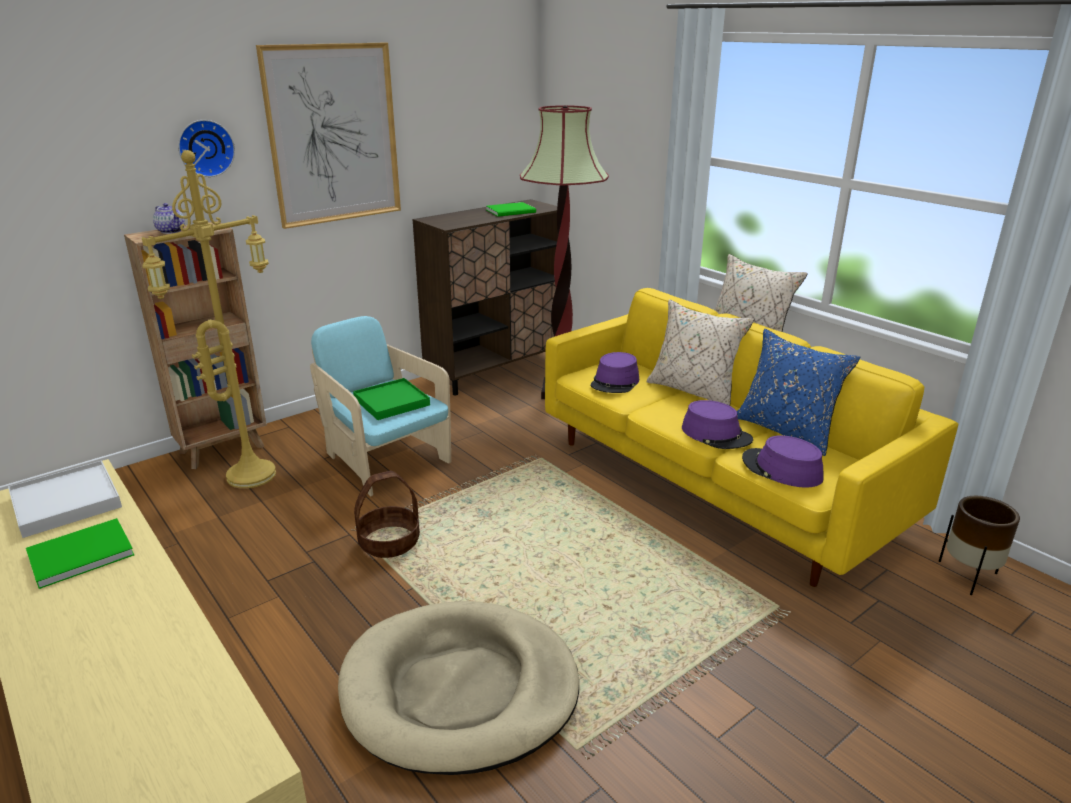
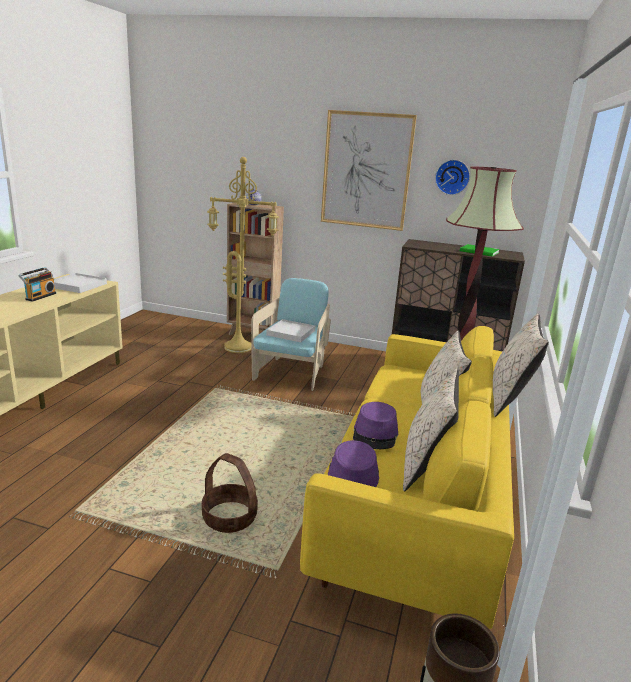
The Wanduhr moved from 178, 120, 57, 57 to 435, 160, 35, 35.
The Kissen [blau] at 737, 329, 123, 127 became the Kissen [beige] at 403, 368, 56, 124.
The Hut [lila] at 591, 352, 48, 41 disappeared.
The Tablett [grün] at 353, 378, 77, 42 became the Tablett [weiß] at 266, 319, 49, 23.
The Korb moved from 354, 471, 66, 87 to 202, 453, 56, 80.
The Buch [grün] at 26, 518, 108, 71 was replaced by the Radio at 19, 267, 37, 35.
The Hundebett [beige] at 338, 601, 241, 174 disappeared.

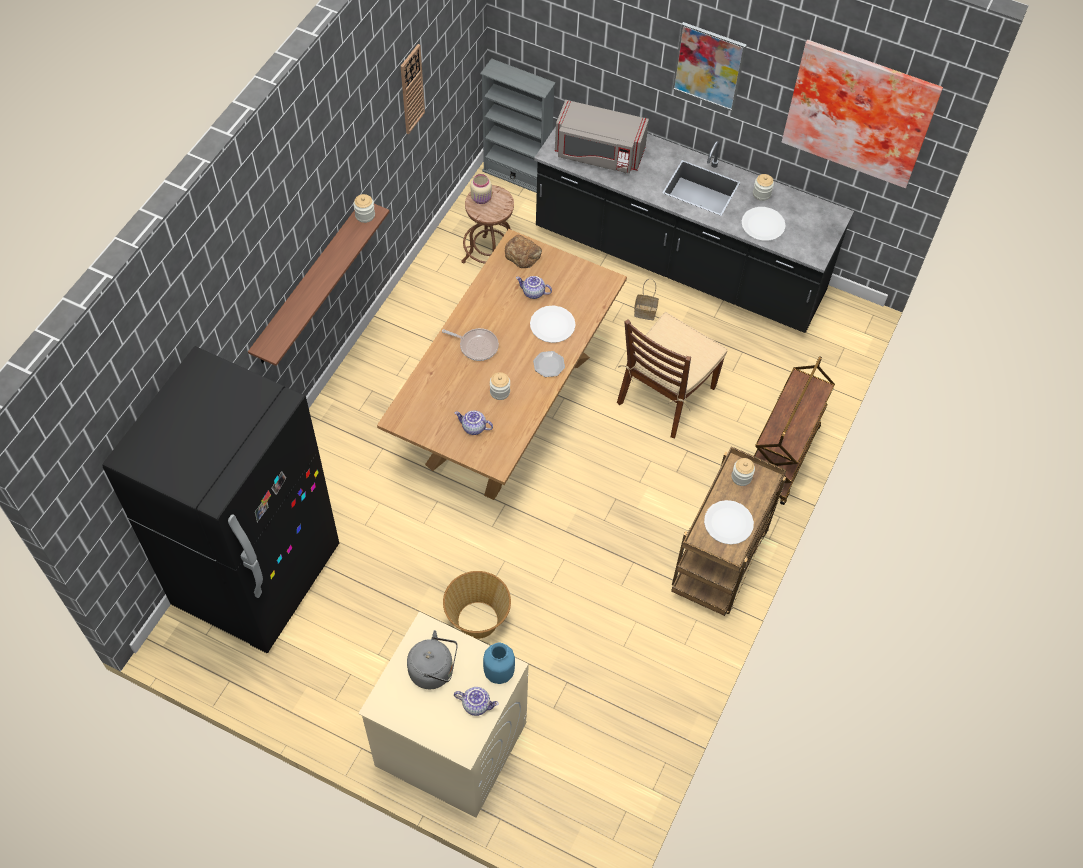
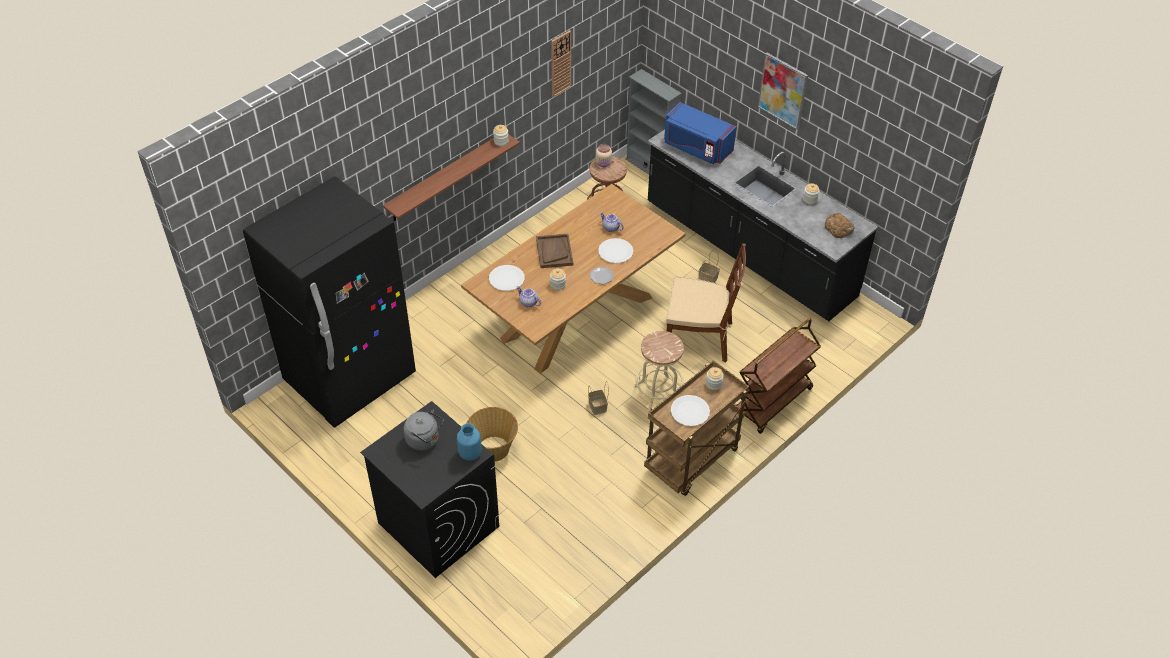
The Bild at 782, 40, 161, 148 disappeared.
The Mikrowelle [grau] at 555, 100, 94, 74 became the Mikrowelle [blau] at 664, 102, 73, 62.
The Teller [weiß] moved from 741, 207, 44, 34 to 489, 265, 36, 26.
The Brot moved from 505, 235, 37, 33 to 825, 213, 30, 25.
The Stuhl [braun] at 617, 312, 111, 126 turned 135 degrees counterclockwise.
The Pfanne at 442, 328, 57, 33 was replaced by the Tablett [braun] at 536, 234, 37, 34.
The Waschmaschine [beige] at 358, 612, 171, 206 became the Waschmaschine [schwarz] at 360, 401, 139, 177.
The Teekanne at 454, 687, 45, 29 disappeared.
The Hocker [beige] at 634, 331, 50, 81 appeared.
The Korb at 588, 381, 21, 34 appeared.

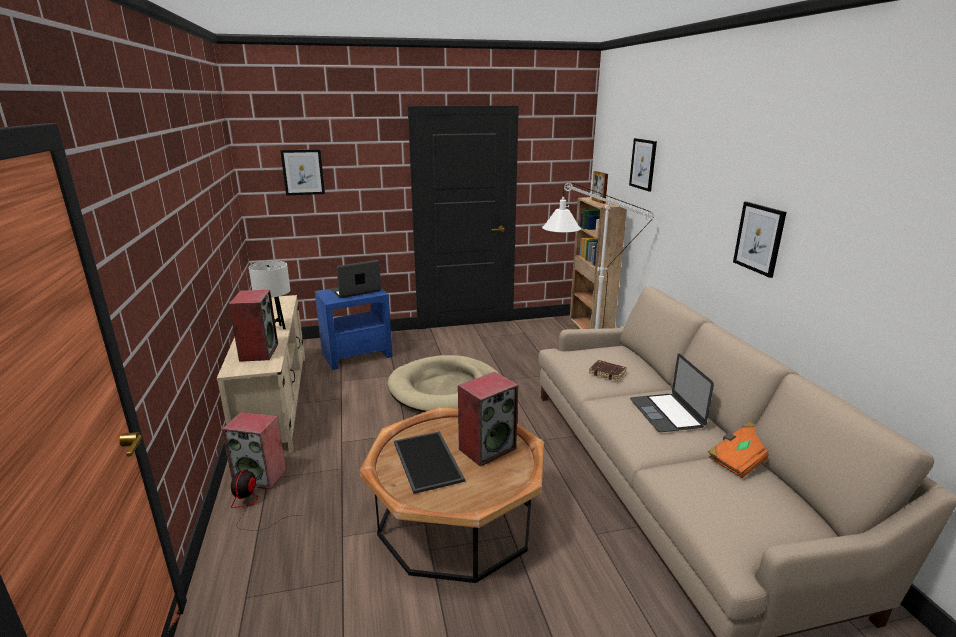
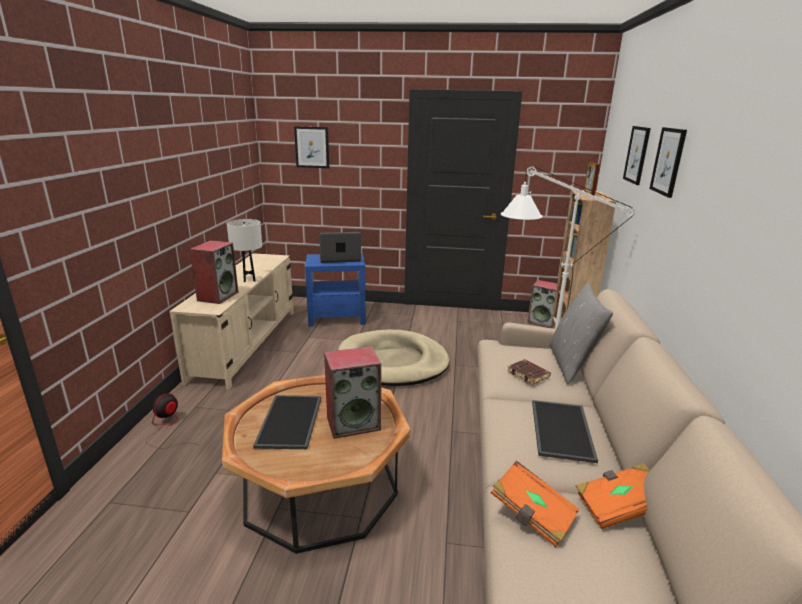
The Bild moved from 733, 202, 54, 76 to 649, 127, 38, 71.
The Laptop at 630, 353, 84, 79 was replaced by the Tablett at 532, 400, 66, 63.
The Lautsprecher moved from 222, 412, 64, 77 to 527, 280, 30, 48.
The Kissen [grau] at 550, 282, 63, 102 appeared.
The Buch [orange] at 491, 461, 89, 86 appeared.

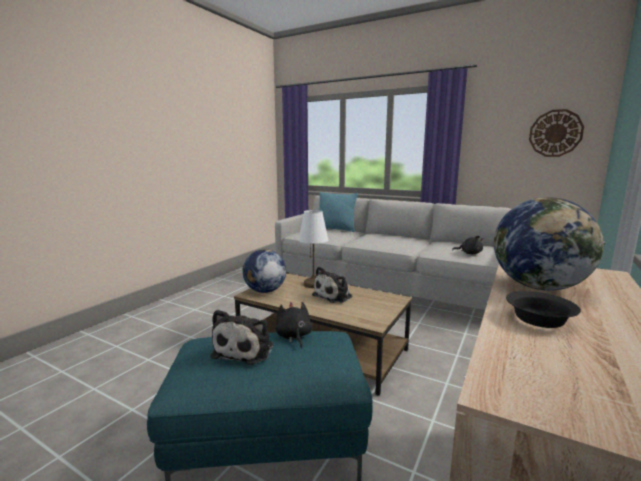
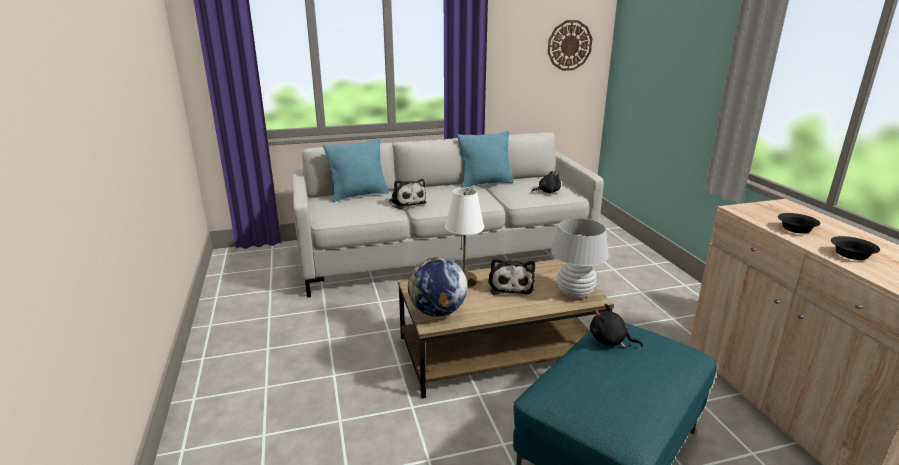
The Globus at 494, 197, 111, 94 was replaced by the Schüssel [schwarz] at 778, 213, 42, 20.
The Plüschtier moved from 210, 310, 63, 55 to 389, 179, 38, 30.
The Kissen [türkis] at 457, 131, 57, 57 appeared.
The Tischlampe [weiß] at 551, 218, 58, 81 appeared.

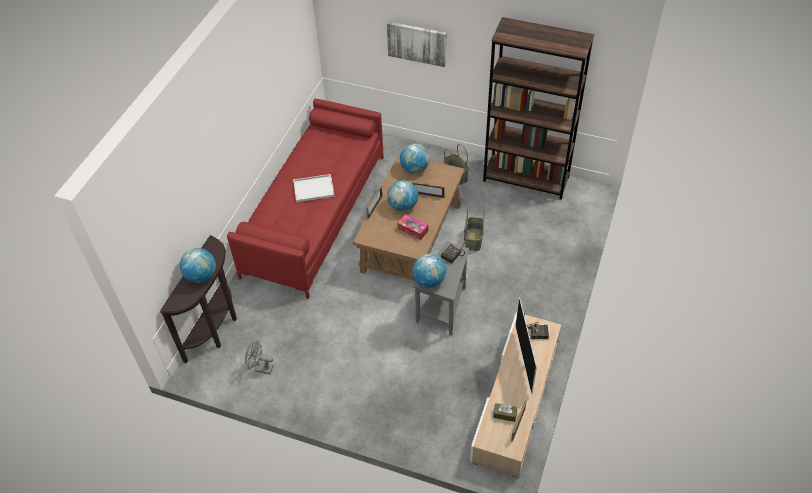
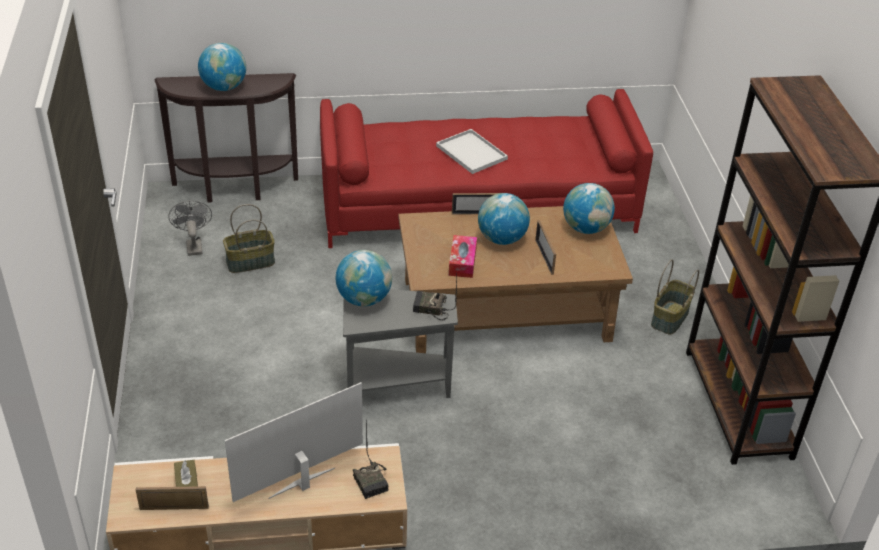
The Bild at 387, 22, 60, 45 disappeared.
The Korb moved from 465, 209, 20, 42 to 223, 204, 52, 69.

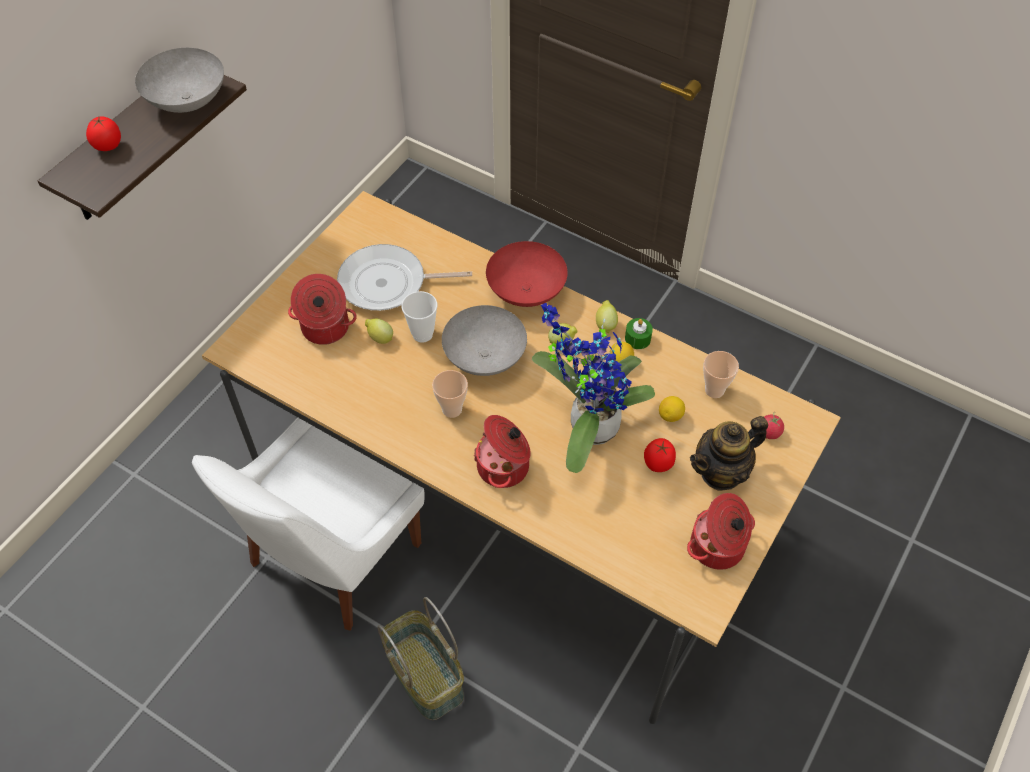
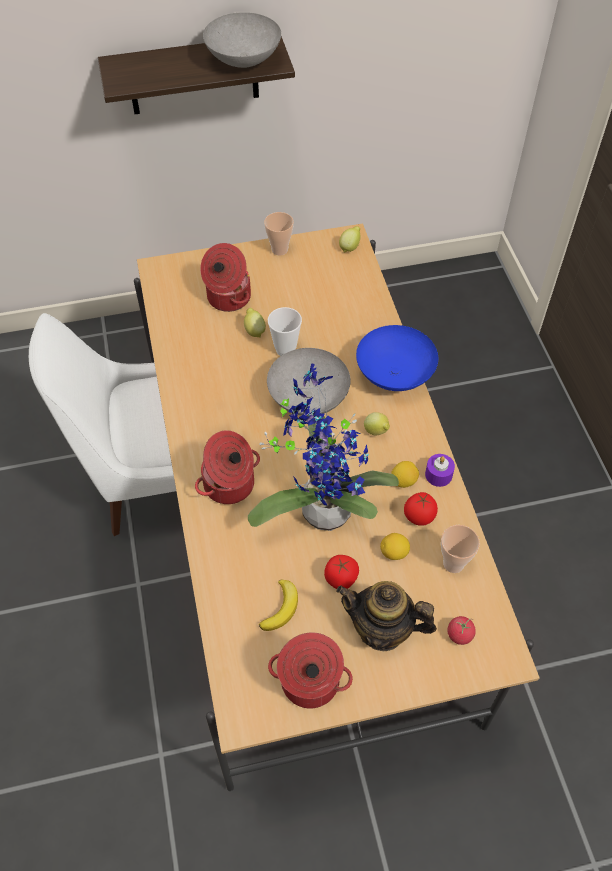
The Tomate moved from 86, 116, 35, 35 to 404, 492, 34, 34.
The Schüssel [rot] at 486, 241, 82, 66 became the Schüssel [blau] at 356, 325, 82, 66.
The Pfanne at 337, 244, 135, 67 disappeared.
The Zitrone moved from 596, 300, 22, 33 to 339, 226, 22, 27.
The Kerze [grün] at 625, 318, 28, 31 became the Kerze [lila] at 425, 454, 30, 33.
The Tasse moved from 432, 370, 36, 48 to 264, 212, 30, 44.
The Korb at 377, 597, 87, 123 disappeared.
The Banane at 259, 579, 39, 52 appeared.

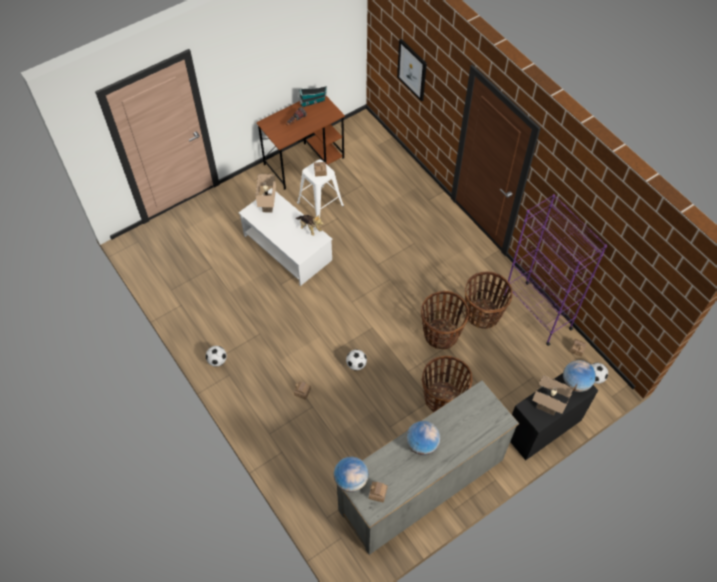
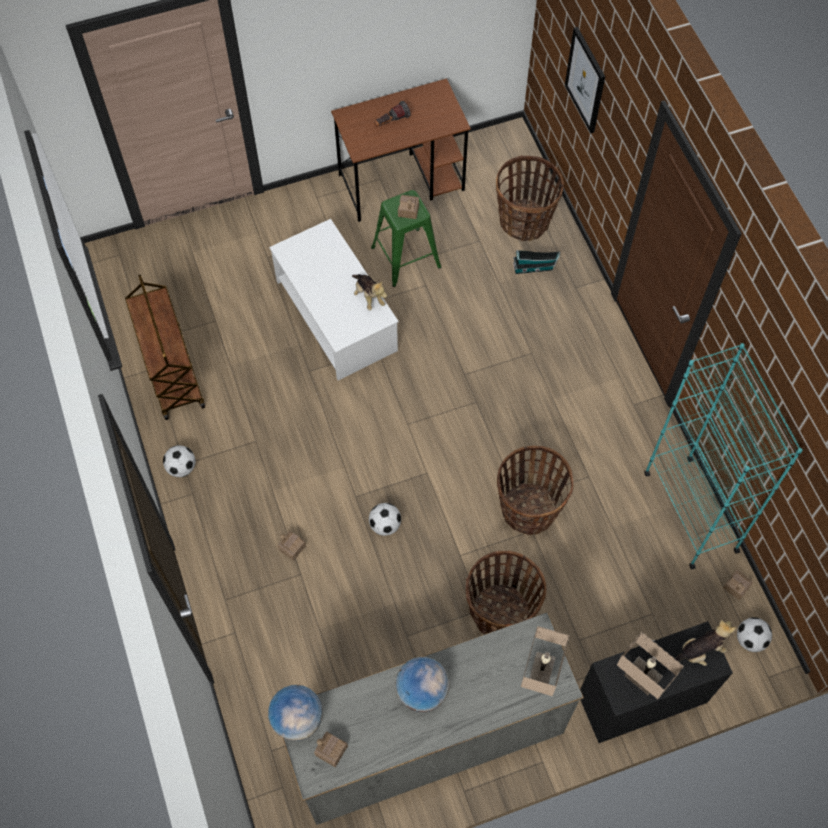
The Spielzeughaus moved from 299, 86, 28, 22 to 513, 250, 47, 24.
The Hocker [weiß] at 297, 159, 47, 59 became the Hocker [grün] at 371, 190, 70, 97.
The Tischlampe [beige] moved from 255, 174, 21, 39 to 521, 626, 49, 70.
The Bücherregal [lila] at 503, 194, 104, 152 became the Bücherregal [türkis] at 644, 343, 159, 226.
The Korb moved from 465, 272, 48, 57 to 496, 155, 68, 86.
The Globus at 563, 360, 33, 32 was replaced by the Plüschtier at 675, 620, 61, 46.
The Rollwagen [braun] at 125, 274, 80, 146 appeared.

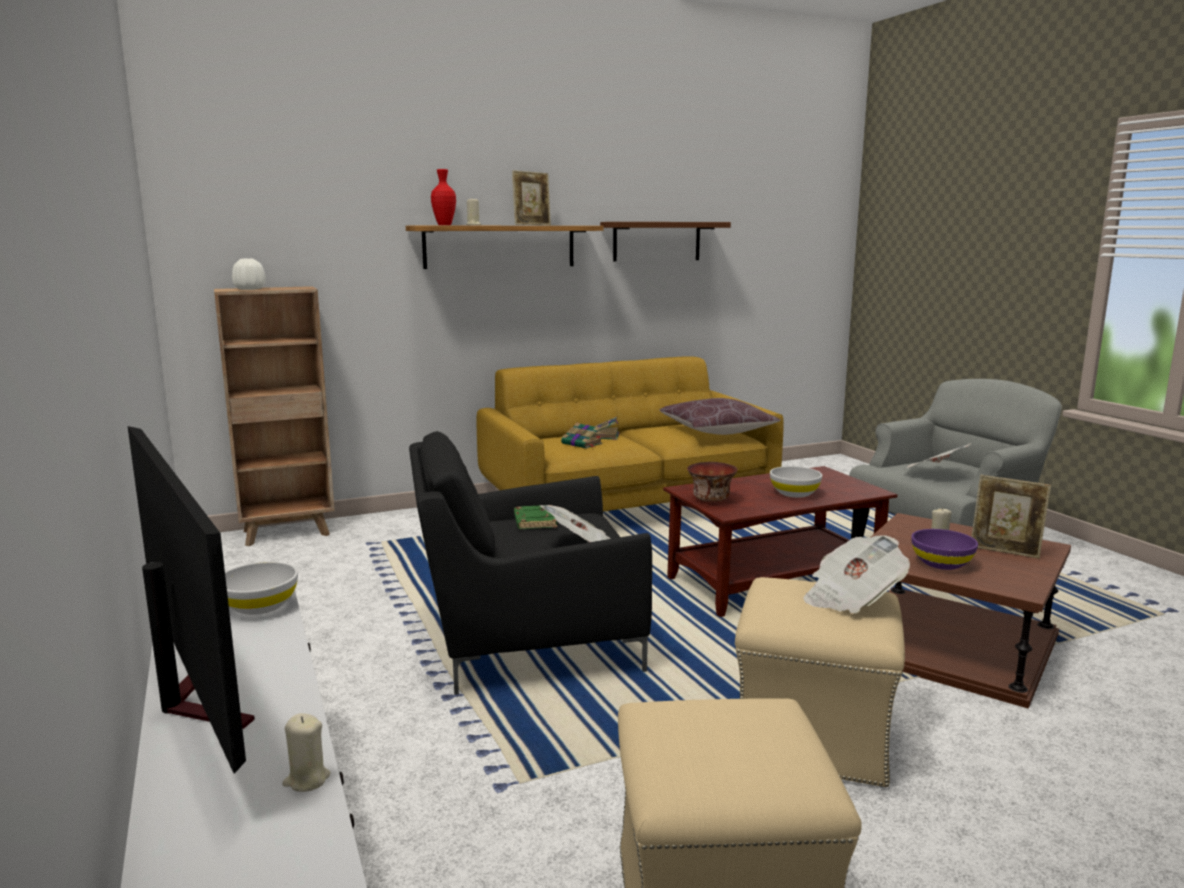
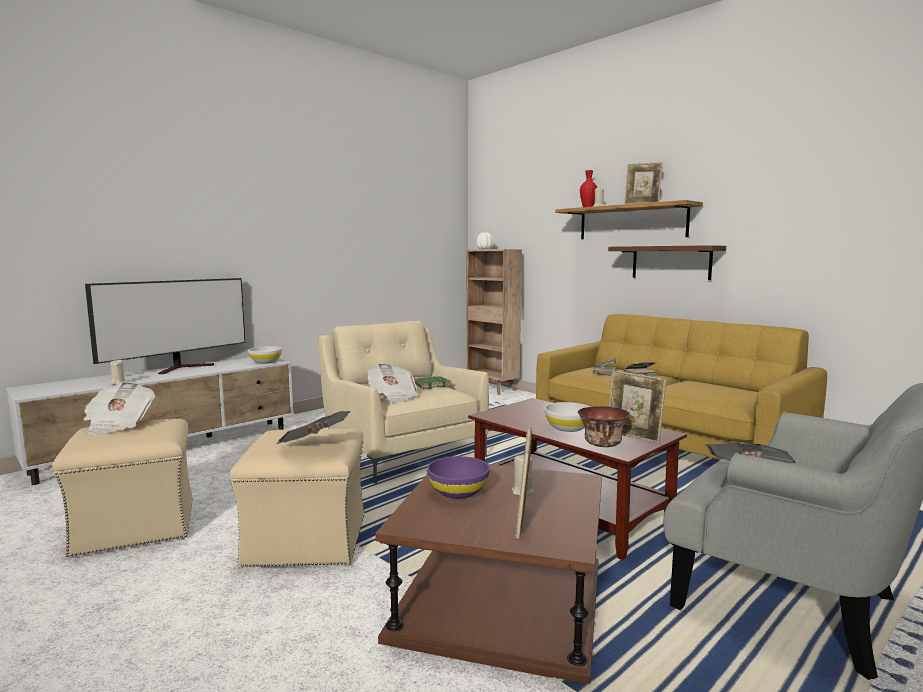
The Wandregal [braun] moved from 600, 222, 131, 40 to 608, 245, 118, 35.
The Kissen [braun] at 659, 398, 122, 37 disappeared.
The Sessel [schwarz] at 409, 431, 243, 264 became the Sessel [beige] at 318, 320, 171, 163.
The Schüssel moved from 687, 462, 51, 40 to 578, 406, 52, 41.
The Bilderrahmen at 609, 370, 58, 73 appeared.
The Zeitung at 83, 381, 72, 55 appeared.

